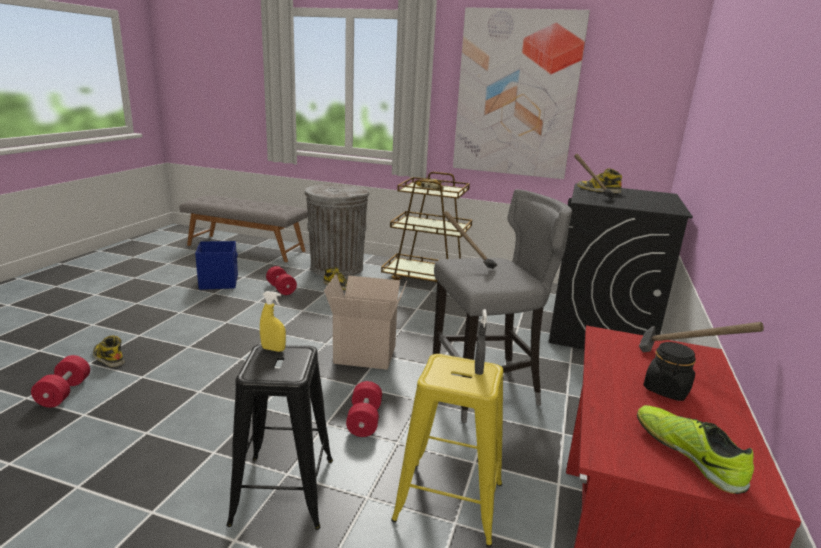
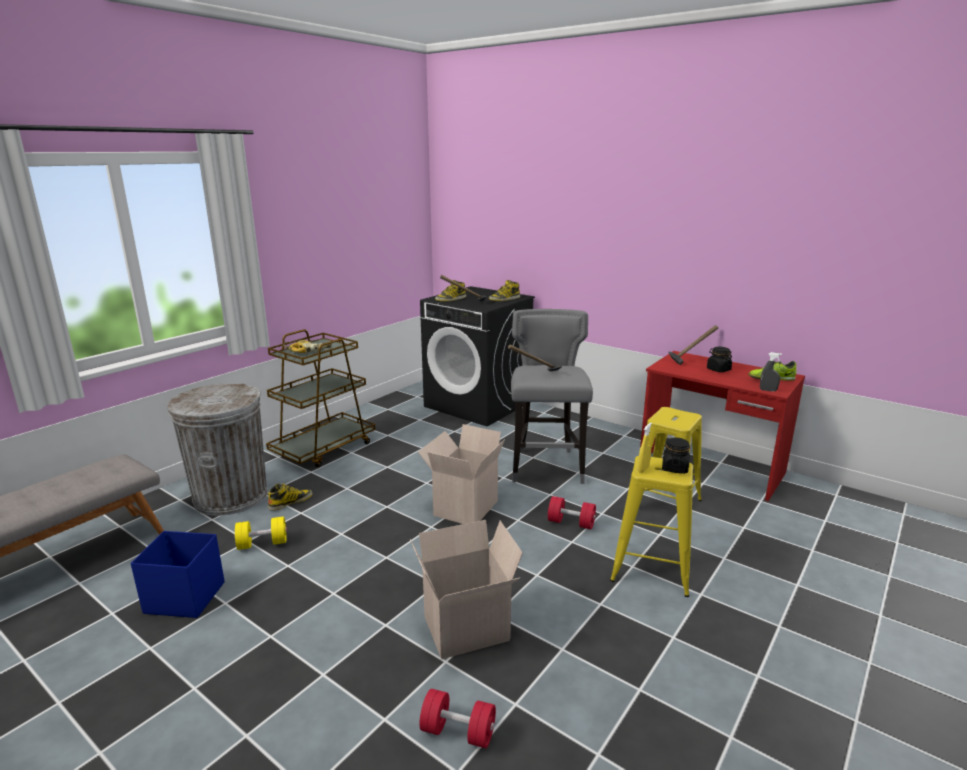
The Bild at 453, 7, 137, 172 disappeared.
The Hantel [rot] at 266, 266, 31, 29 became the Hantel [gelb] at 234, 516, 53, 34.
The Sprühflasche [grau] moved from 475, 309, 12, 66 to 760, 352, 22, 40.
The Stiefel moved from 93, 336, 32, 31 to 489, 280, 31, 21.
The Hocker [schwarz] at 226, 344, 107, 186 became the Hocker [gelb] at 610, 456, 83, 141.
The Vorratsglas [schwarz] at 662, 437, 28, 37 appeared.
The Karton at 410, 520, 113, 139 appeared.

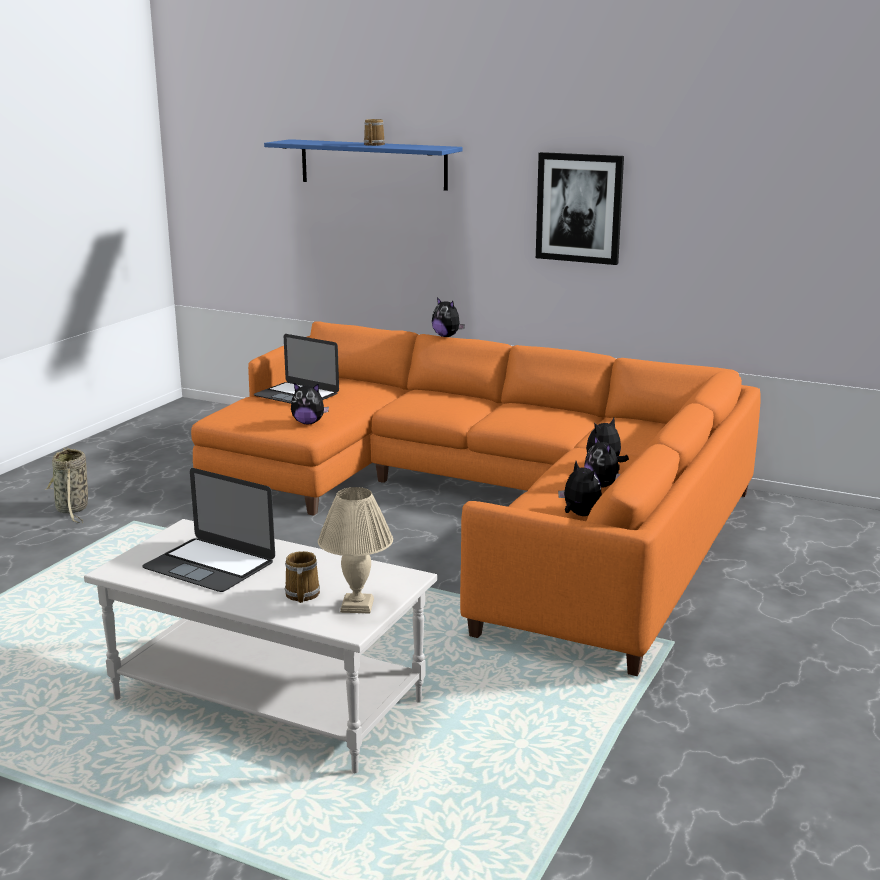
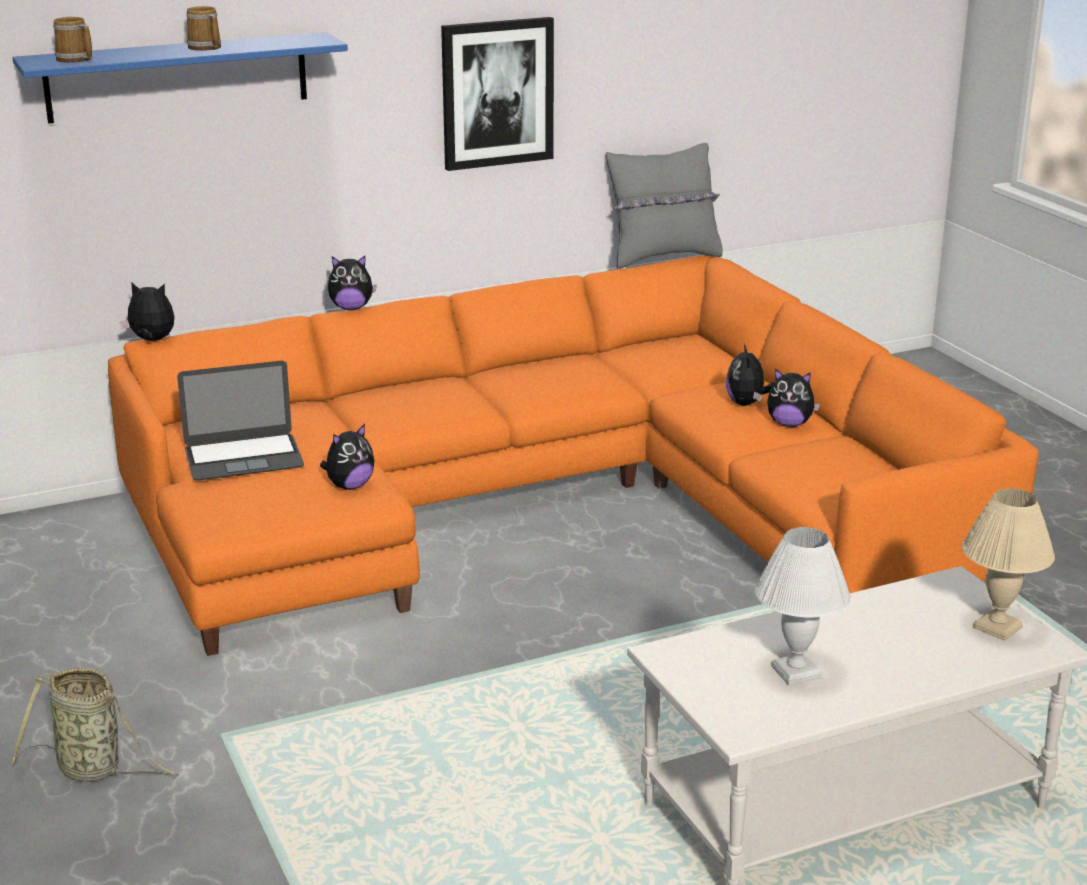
The Plüschtier moved from 558, 461, 44, 55 to 120, 282, 55, 59.
The Laptop at 142, 468, 133, 124 was replaced by the Tischlampe [weiß] at 755, 527, 95, 158.
The Henkelbecher moved from 285, 551, 35, 52 to 53, 17, 39, 46.
The Kissen [grau] at 606, 143, 117, 126 appeared.

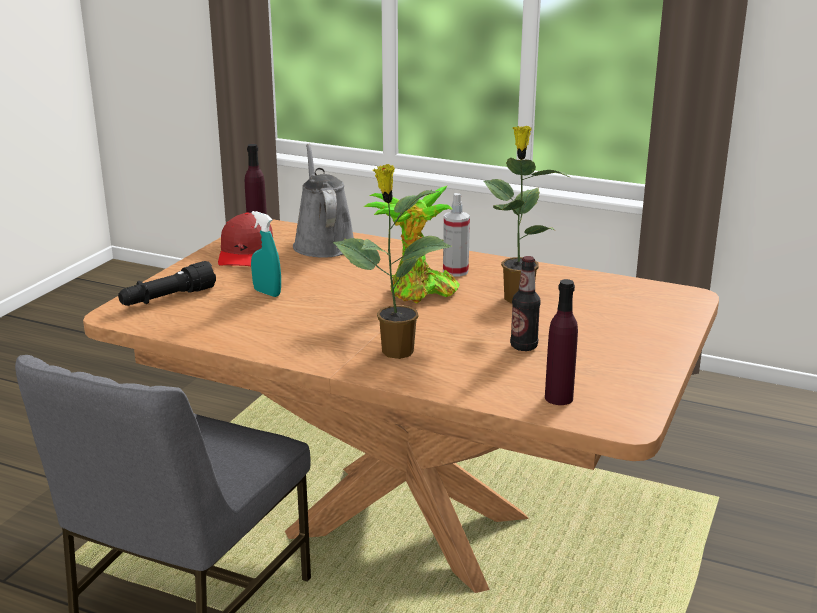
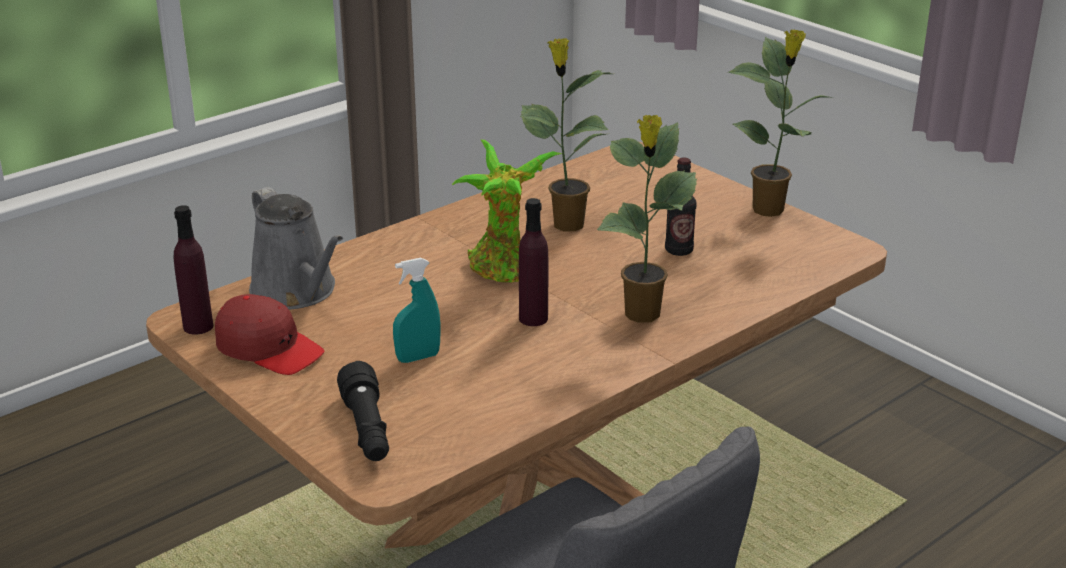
The Gießkanne [grau] at 293, 144, 61, 114 turned 135 degrees counterclockwise.
The Sprühflasche at 443, 193, 27, 83 disappeared.
The Flasche [lila] moved from 545, 279, 33, 126 to 519, 198, 29, 128.
The Topfpflanze at 728, 29, 100, 188 appeared.

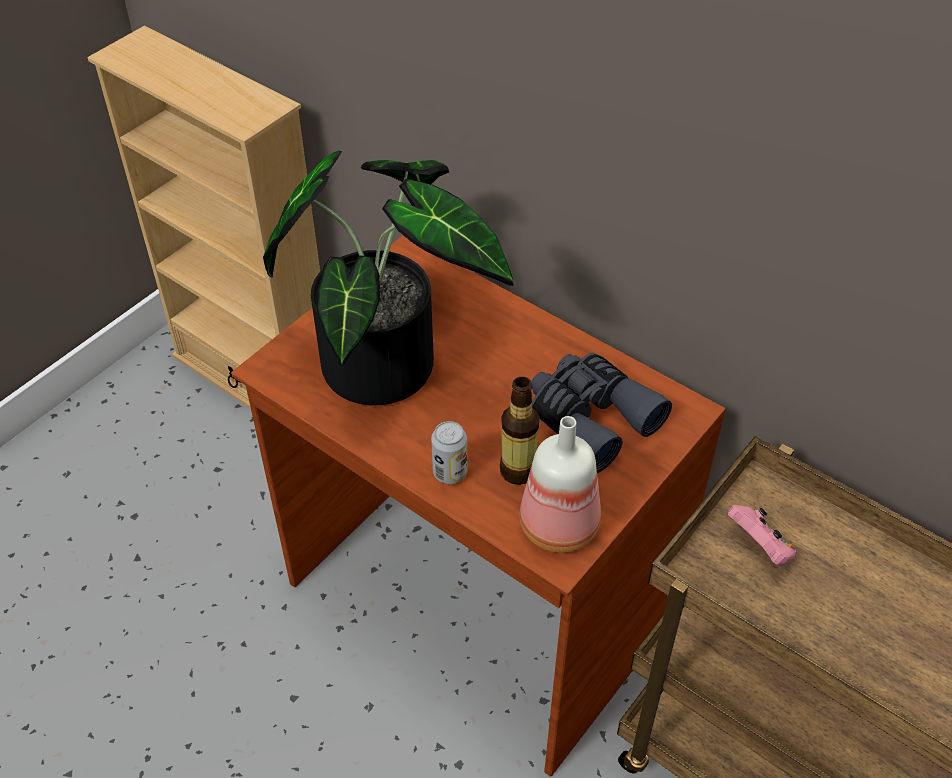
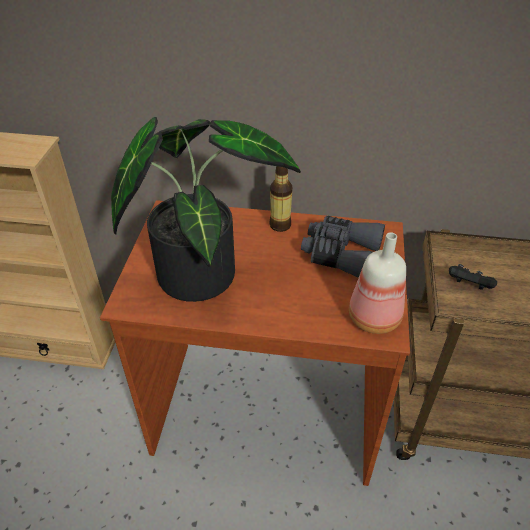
The Flasche moved from 500, 377, 40, 108 to 270, 166, 22, 66.
The Dose at 431, 421, 36, 63 disappeared.
The Gamepad [rosa] at 727, 505, 69, 61 became the Gamepad [schwarz] at 449, 264, 48, 26.

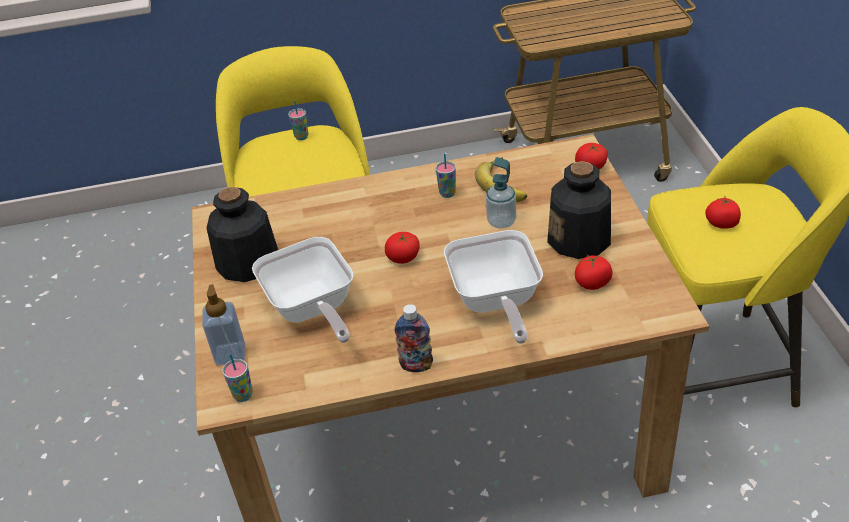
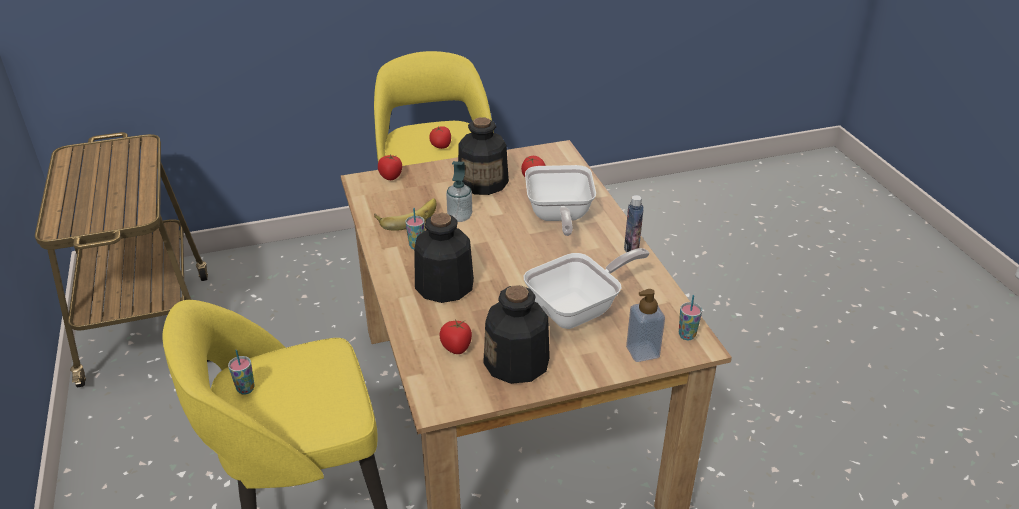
The Pfanne at 444, 230, 99, 114 turned 105 degrees clockwise.
The Tomate moved from 385, 232, 35, 32 to 440, 319, 32, 35.
The Flasche at 414, 213, 60, 90 appeared.

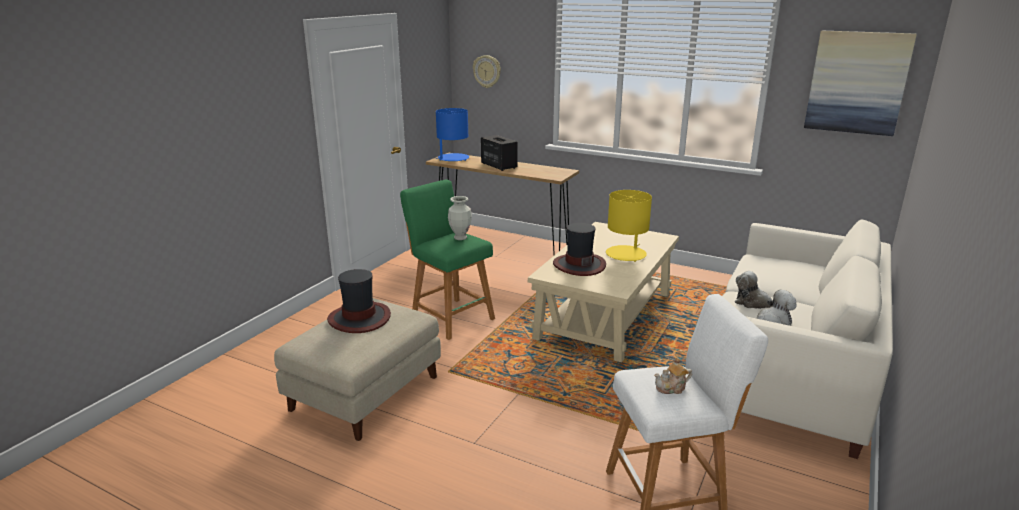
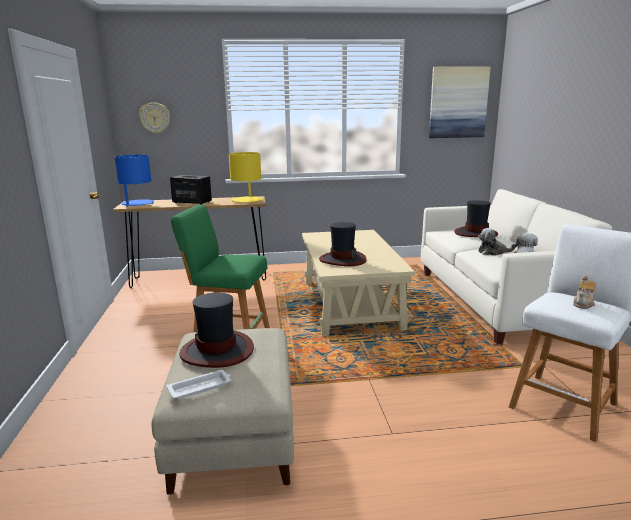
The Tischlampe [gelb] moved from 606, 190, 46, 72 to 229, 152, 33, 50.
The Vase at 448, 196, 24, 44 disappeared.
The Hut at 455, 200, 43, 37 appeared.
The Tablett [weiß] at 166, 370, 65, 29 appeared.

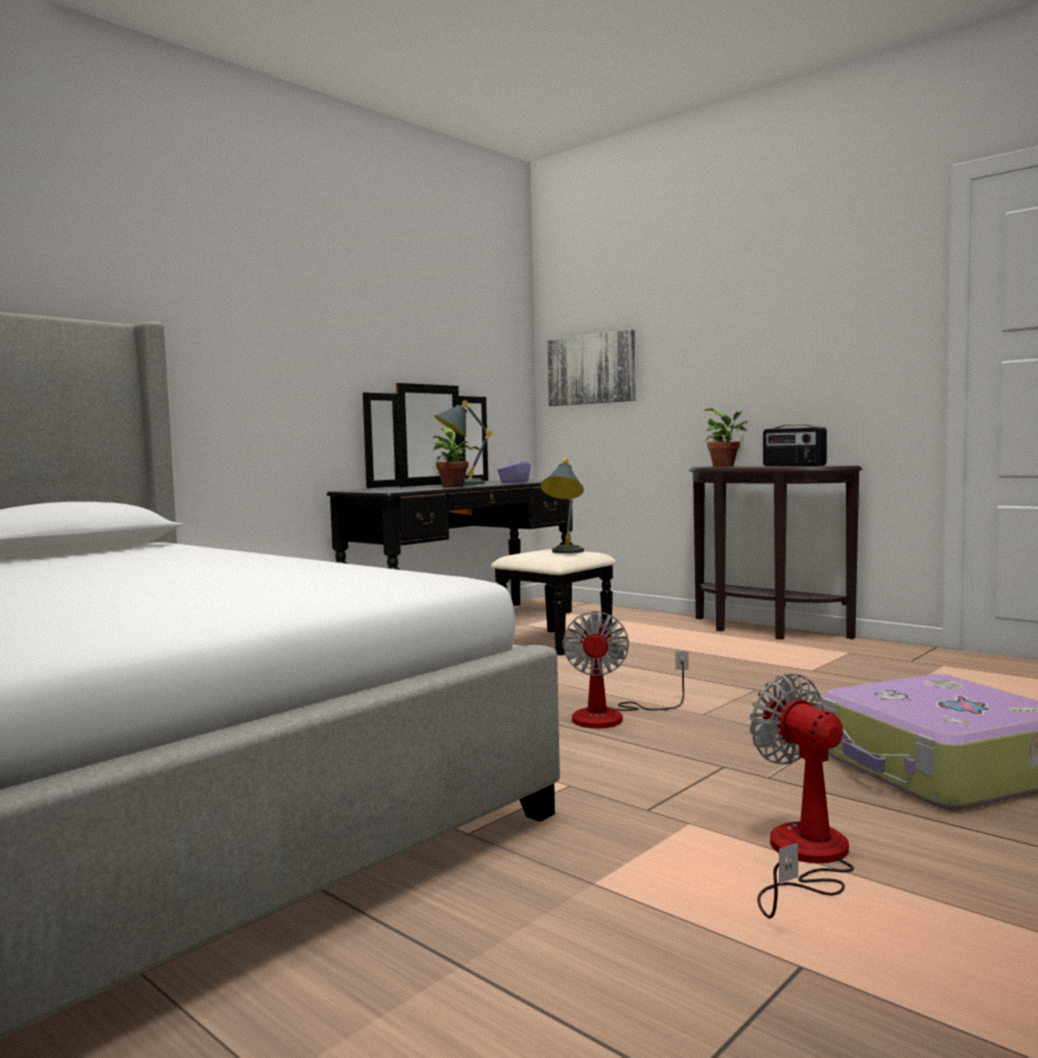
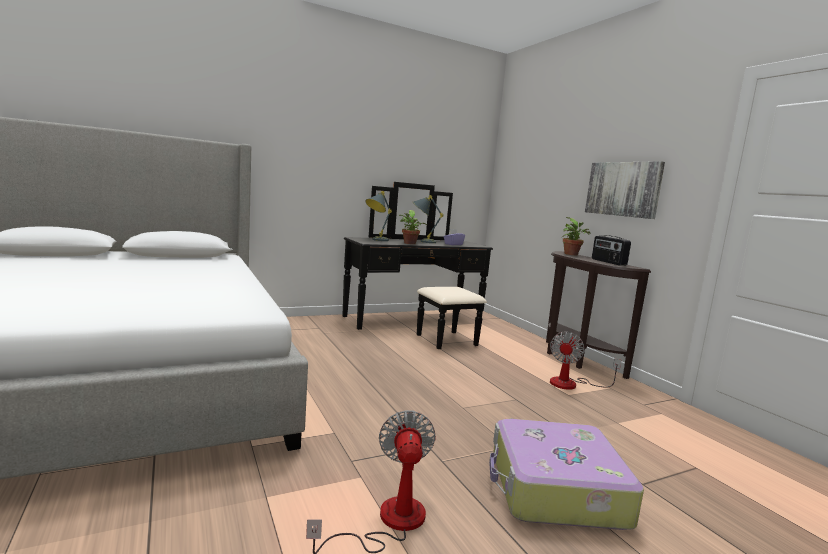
The Bild moved from 547, 330, 89, 76 to 585, 161, 80, 58.
The Tischlampe [grau] moved from 541, 459, 43, 95 to 365, 191, 27, 50.
The Ventilator moved from 563, 611, 126, 117 to 550, 332, 71, 58.

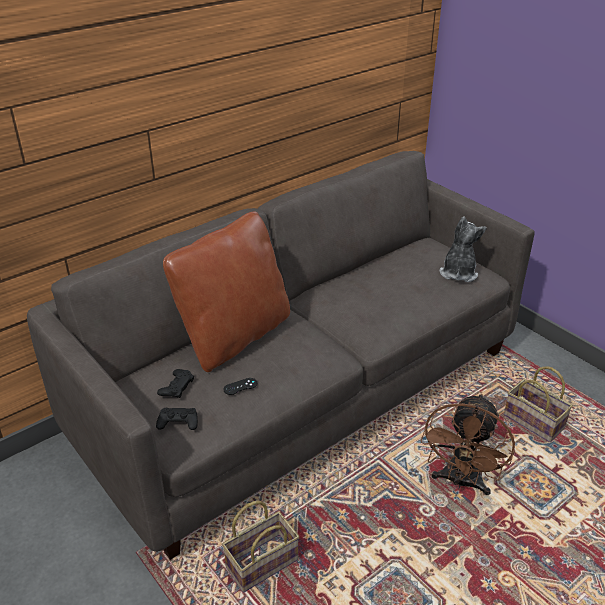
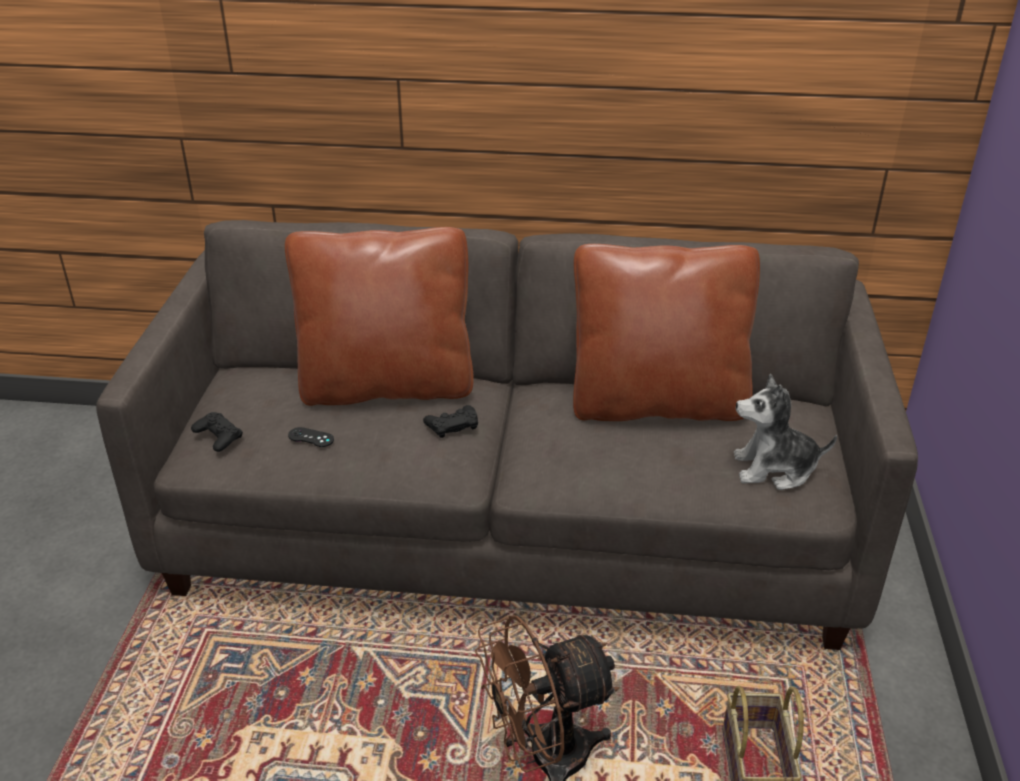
The Plüschtier at 440, 216, 47, 66 turned 150 degrees counterclockwise.
The Gamepad [schwarz] moved from 157, 369, 37, 29 to 423, 405, 55, 33.
The Korb at 222, 501, 77, 91 disappeared.
The Kissen [braun] at 573, 244, 187, 177 appeared.

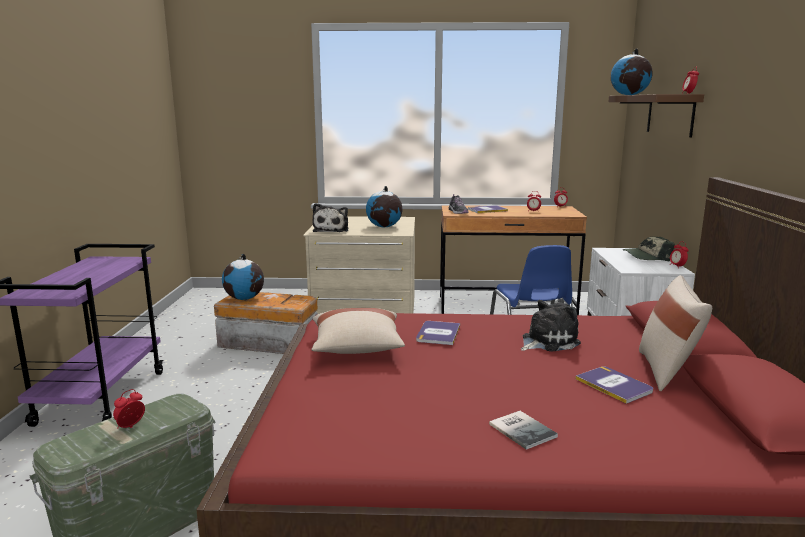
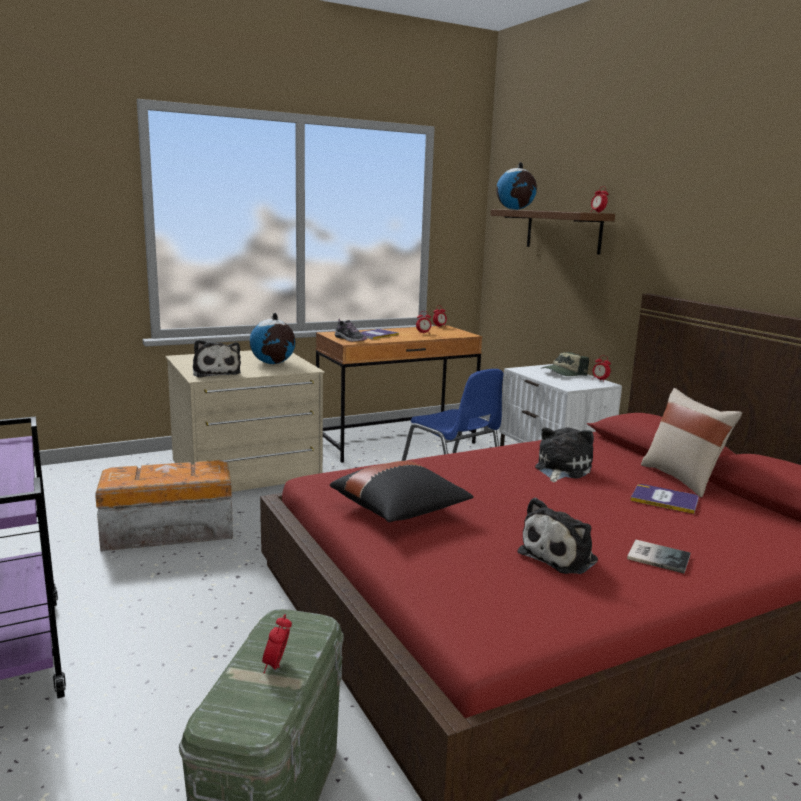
The Globus at 222, 254, 42, 46 disappeared.
The Kissen [beige] at 312, 308, 93, 46 became the Kissen [schwarz] at 330, 461, 143, 61.
The Buch at 416, 321, 44, 24 disappeared.
The Plüschtier at 518, 497, 80, 77 appeared.

